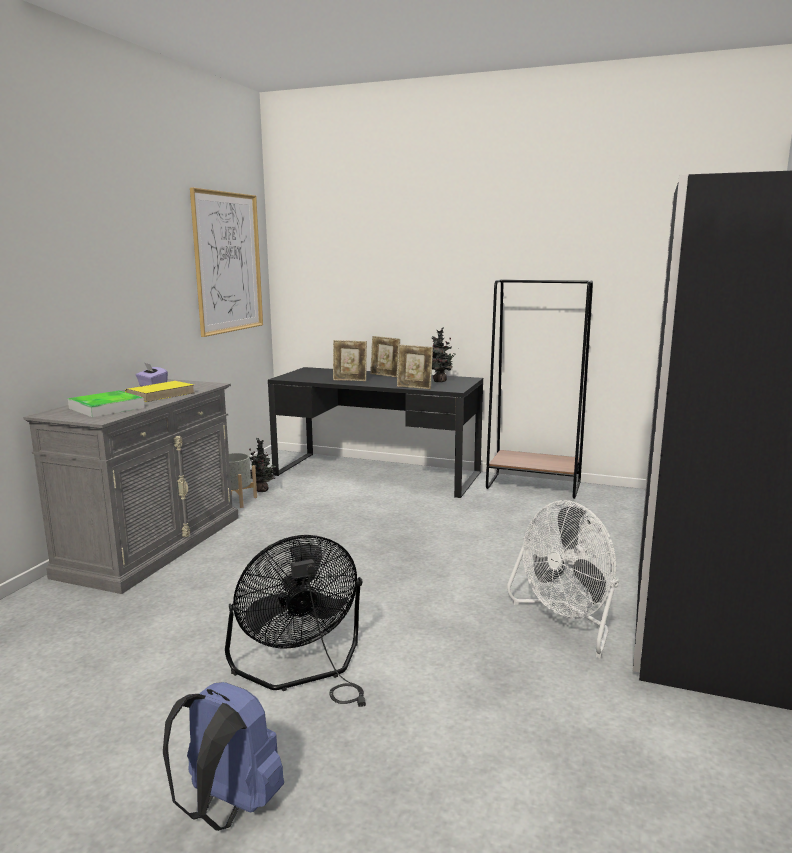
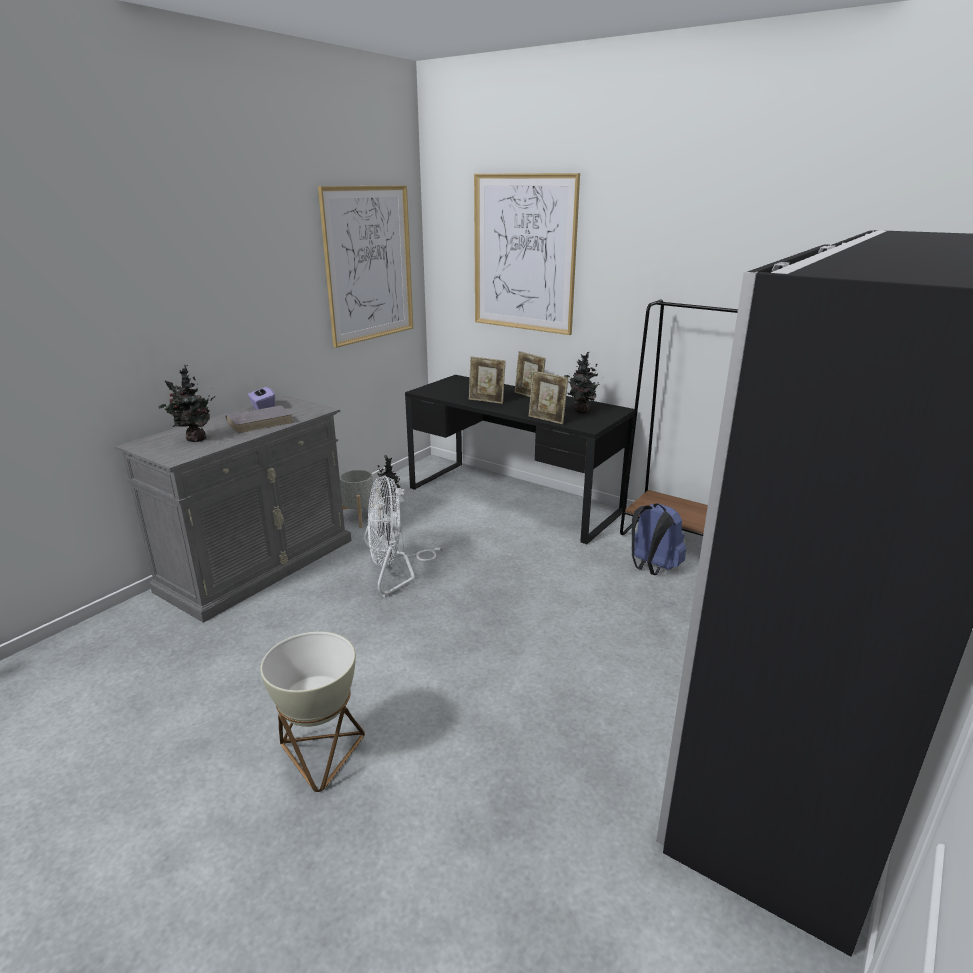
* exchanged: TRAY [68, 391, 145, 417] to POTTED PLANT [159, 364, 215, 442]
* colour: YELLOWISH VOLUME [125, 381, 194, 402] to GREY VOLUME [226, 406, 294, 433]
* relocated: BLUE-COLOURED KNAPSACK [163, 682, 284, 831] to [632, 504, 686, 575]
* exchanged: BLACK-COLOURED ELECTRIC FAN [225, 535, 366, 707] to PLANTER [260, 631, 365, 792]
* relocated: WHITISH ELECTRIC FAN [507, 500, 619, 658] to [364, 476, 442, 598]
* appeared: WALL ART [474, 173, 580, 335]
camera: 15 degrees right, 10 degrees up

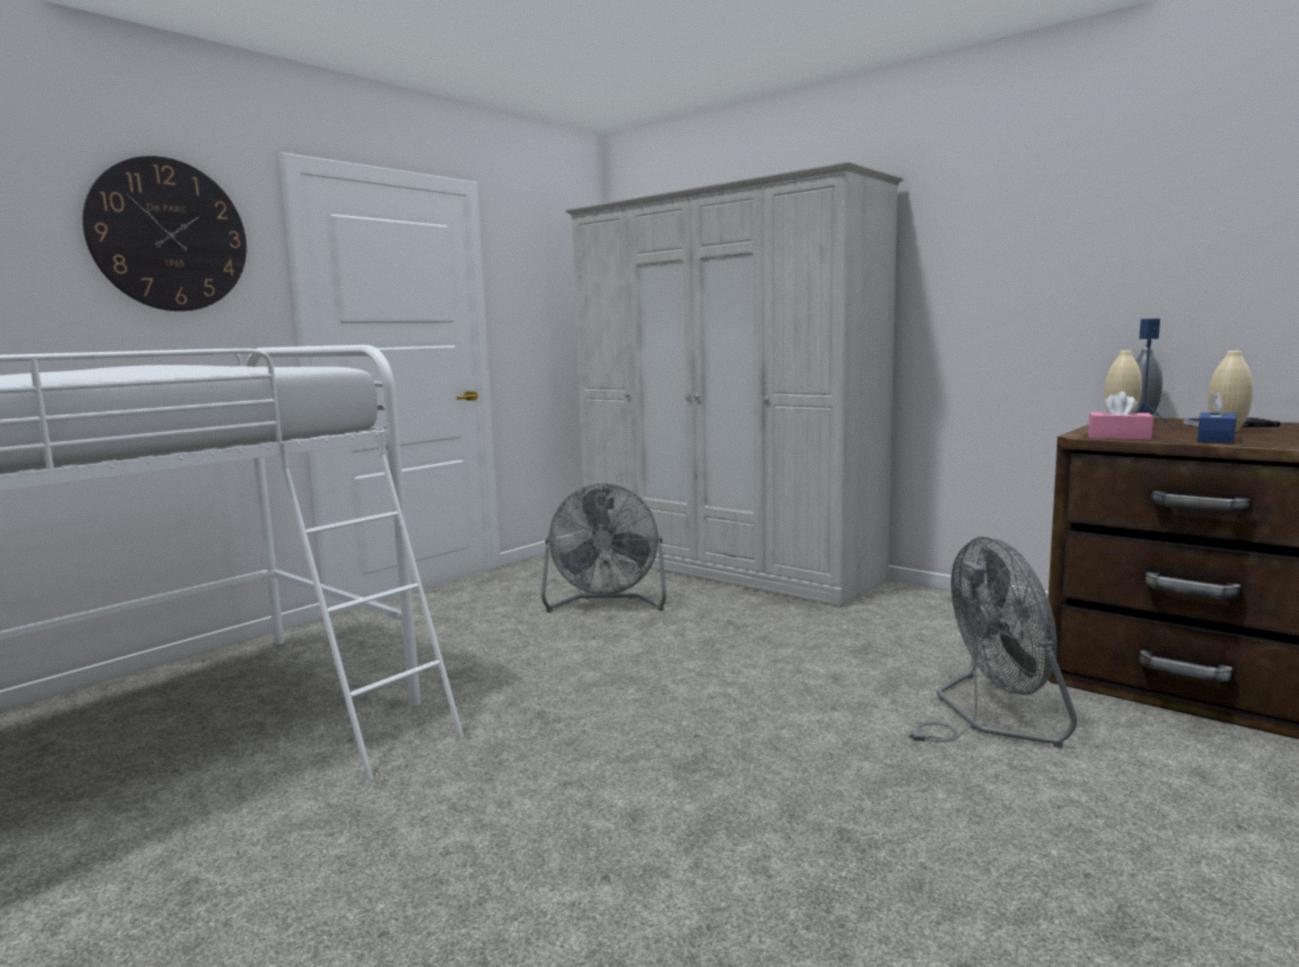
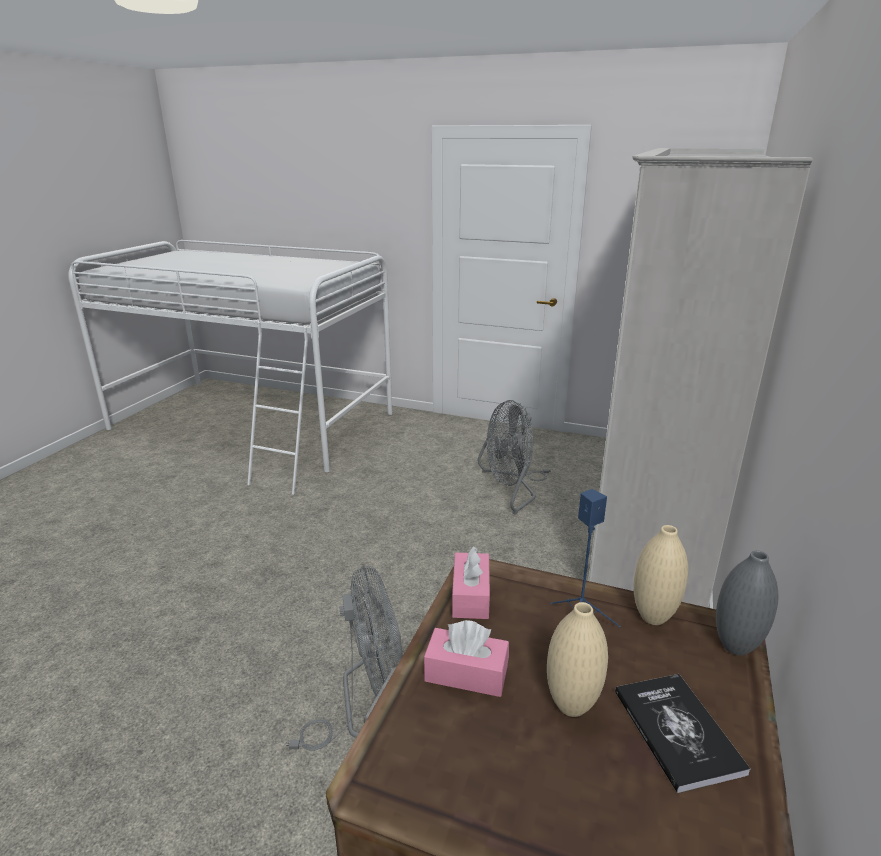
* missing: WALL CLOCK [83, 156, 247, 311]
* spun: GREY ELECTRIC FAN [908, 537, 1077, 748] = [286, 566, 403, 751] 75 degrees counterclockwise
* colour: BLUE-COLOURED BOX OF TISSUES [1197, 392, 1236, 443] to PINK BOX OF TISSUES [424, 620, 509, 697]
camera: 70 degrees right, 15 degrees up

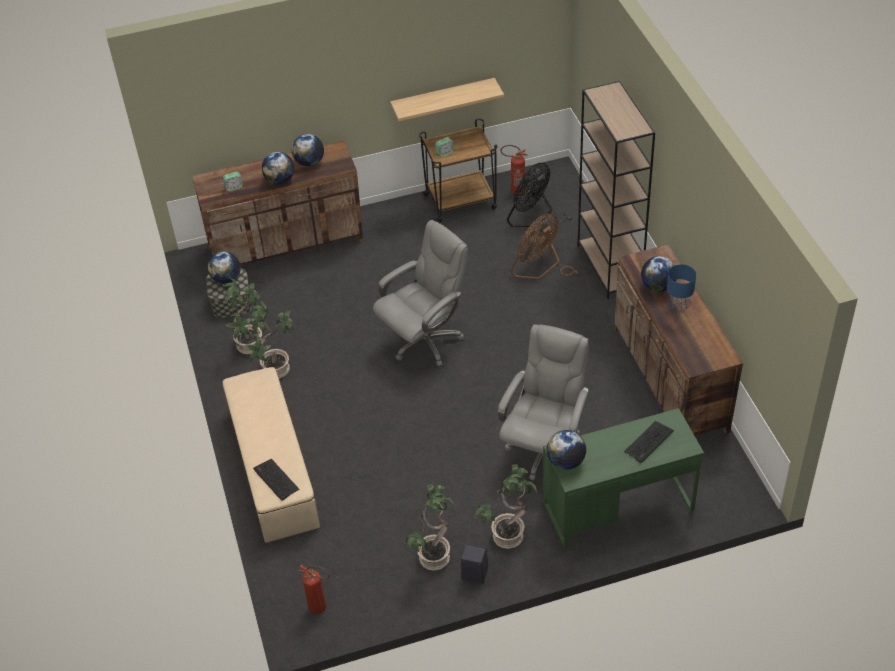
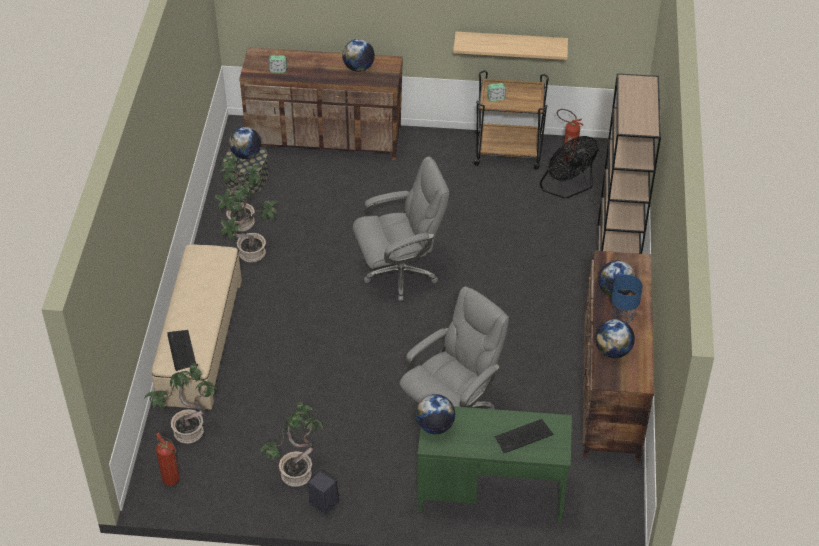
* relocated: GLOBE [262, 152, 294, 185] to [596, 319, 635, 358]
* relocated: POTTED PLANT [475, 464, 537, 549] to [144, 363, 219, 444]
* missing: BROWN-COLOURED ELECTRIC FAN [511, 214, 579, 279]
camera: 20 degrees right, 0 degrees up

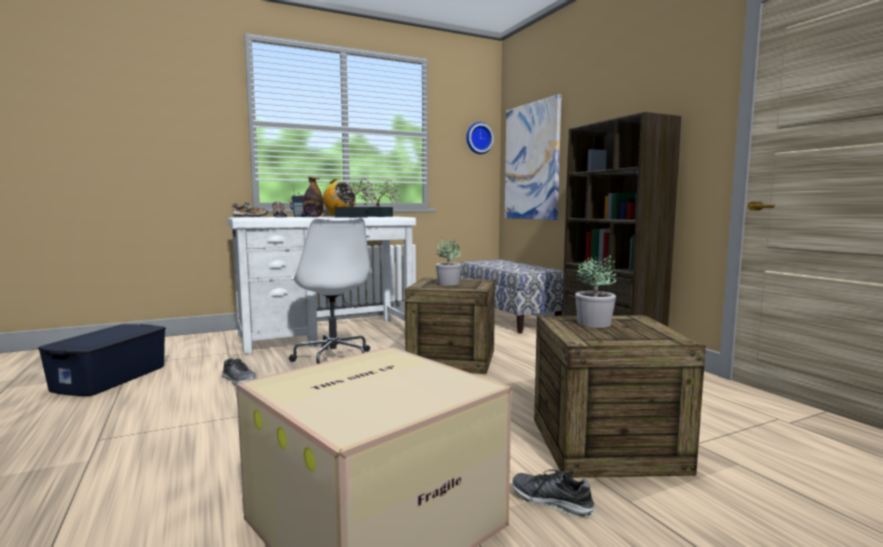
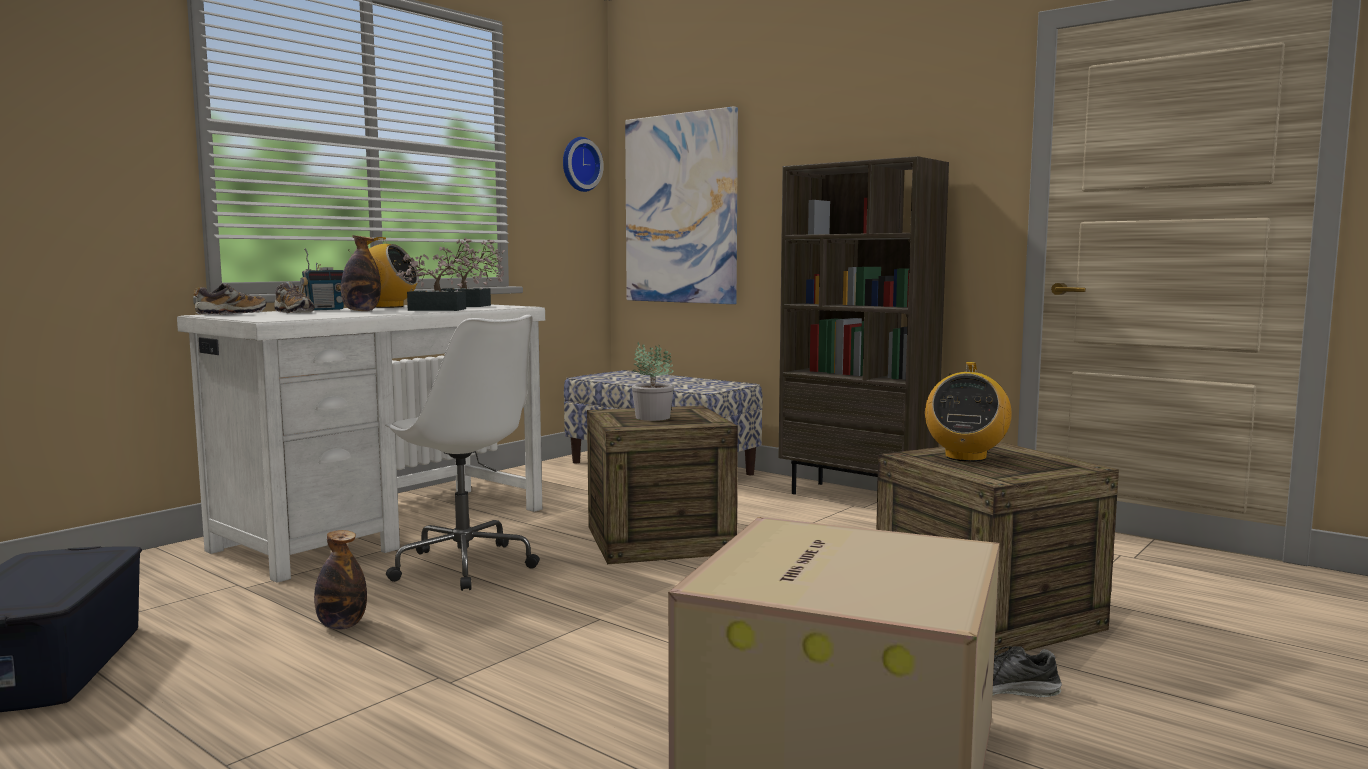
* exchanged: ITEM OF FOOTWEAR [222, 358, 257, 385] to BEVERAGE BOTTLE [314, 530, 367, 630]
* exchanged: POTTED PLANT [575, 255, 616, 328] to RADIO SET [925, 362, 1012, 462]
camera: 25 degrees left, 0 degrees up

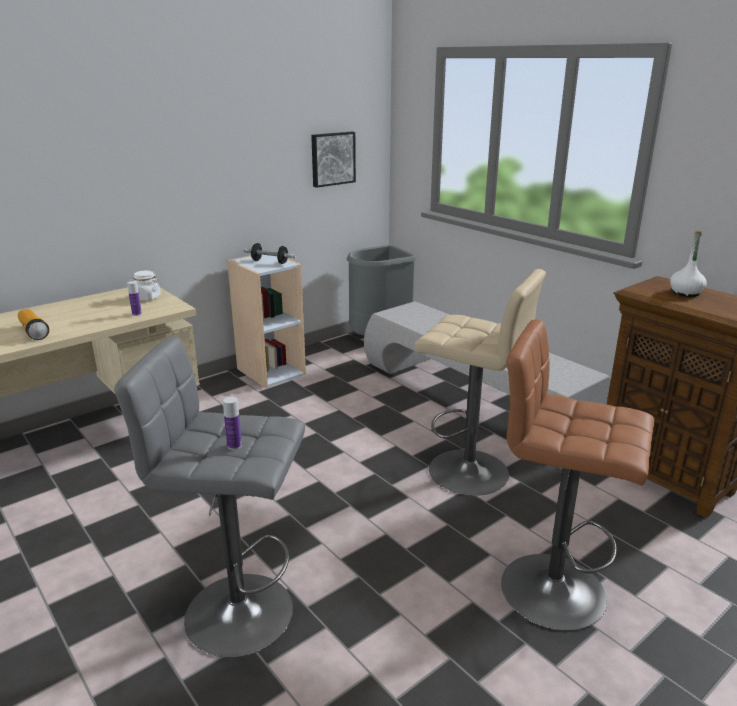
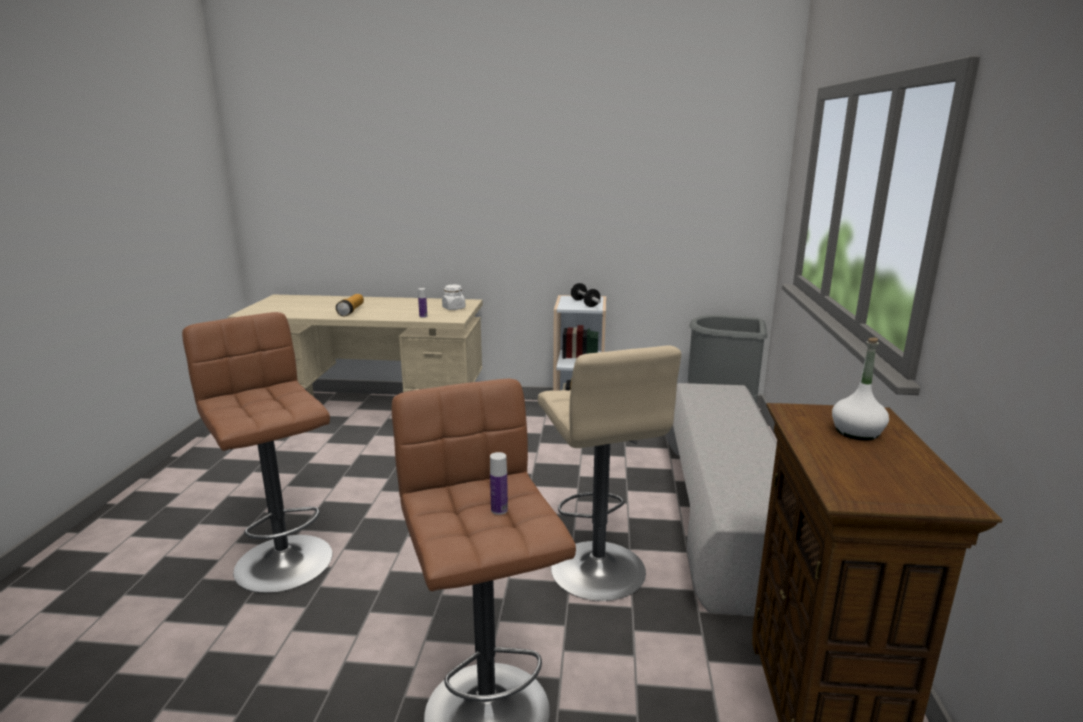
* colour: GREY STOOL [114, 336, 305, 658] to BROWN-COLOURED STOOL [182, 312, 332, 593]
* relocated: BEVERAGE BOTTLE [223, 397, 242, 450] to [490, 452, 508, 515]
* missing: WALL ART [311, 132, 356, 188]
camera: 45 degrees right, 5 degrees down

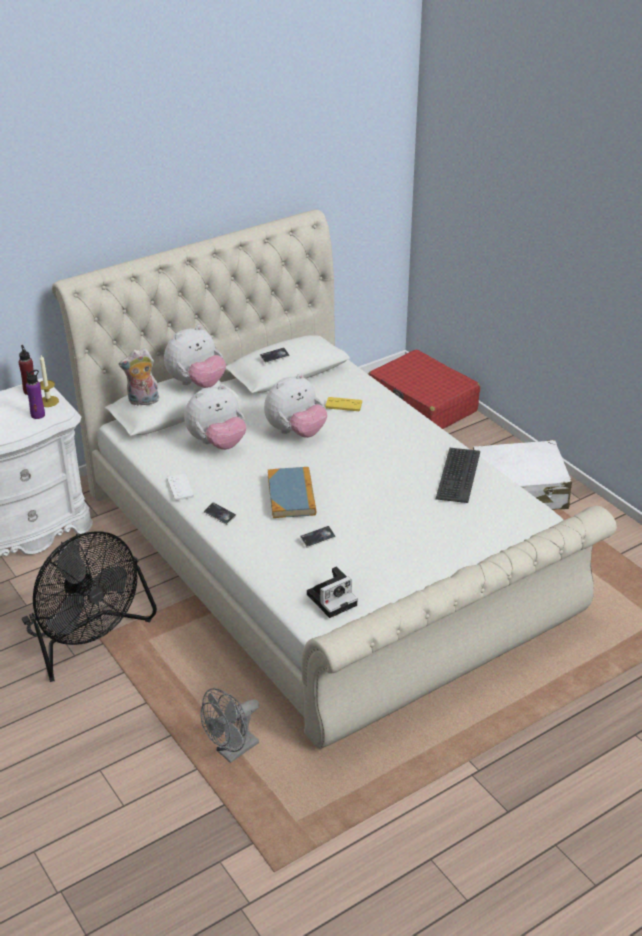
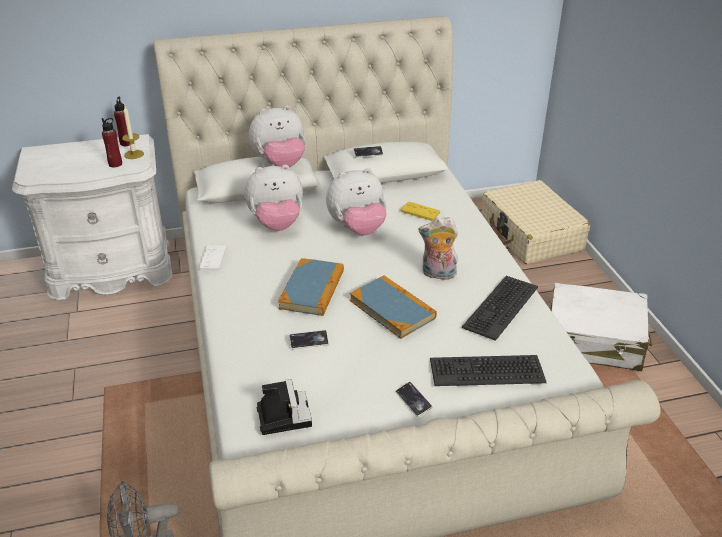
* missing: BLACK-COLOURED ELECTRIC FAN [22, 531, 157, 682]
* colour: PURPLE-COLOURED BEVERAGE BOTTLE [26, 370, 45, 419] to REDDISH BEVERAGE BOTTLE [102, 118, 122, 167]
* relocated: SOFT TOY [119, 348, 159, 406] to [418, 217, 458, 282]
* relocated: TELEPHONE [204, 502, 236, 525] to [396, 382, 432, 417]
* spun: STILL CAMERA [307, 567, 358, 618] = [257, 379, 312, 435] 90 degrees counterclockwise
* colour: REDDISH SUITCASE [368, 350, 480, 429] to SAND-COLOURED SUITCASE [481, 180, 590, 264]
* appeared: VOLUME [350, 275, 437, 339]
* appeared: COMPUTER KEYBOARD [430, 355, 547, 386]
camera: 20 degrees right, 0 degrees up

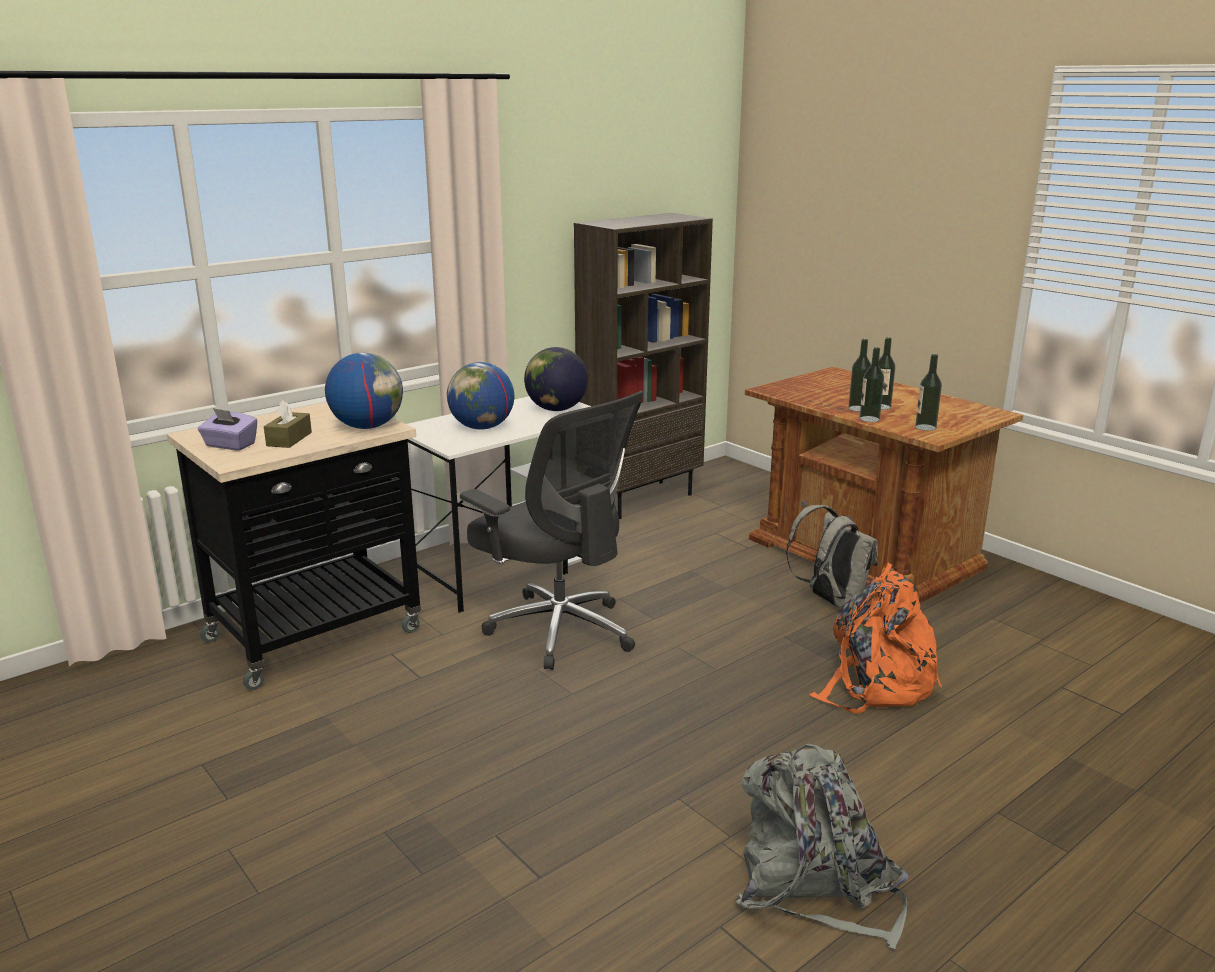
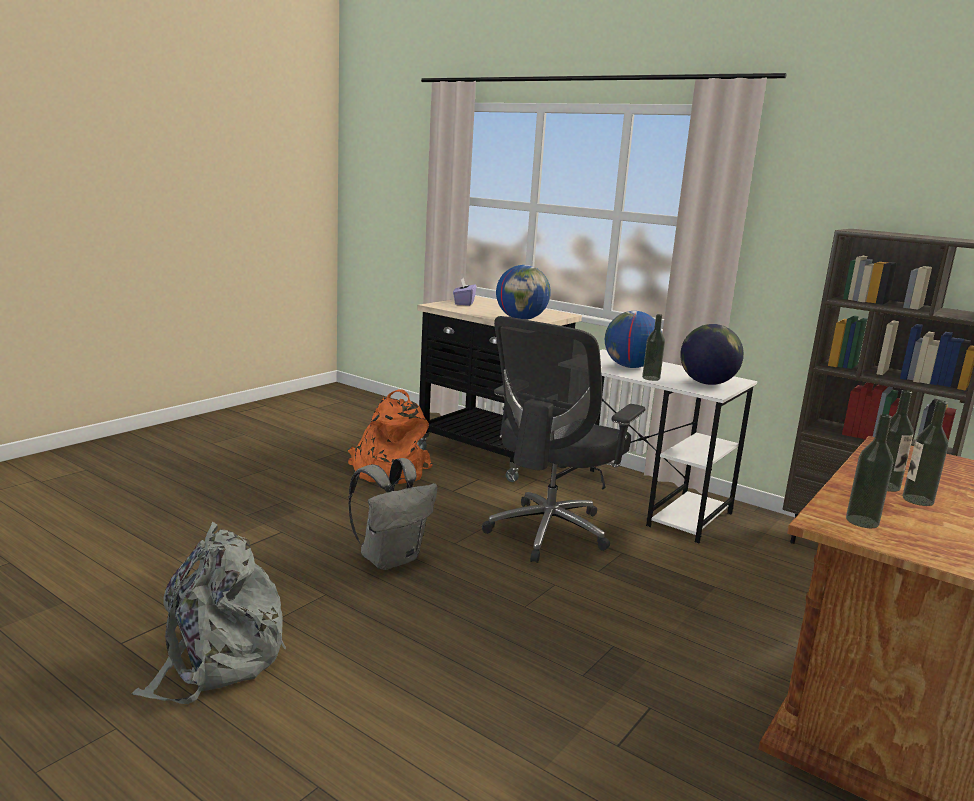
* missing: BROWN-COLOURED BOX OF TISSUES [264, 400, 312, 448]
* relocated: GREY KNAPSACK [786, 505, 878, 608] to [348, 458, 438, 570]
* relocated: ORANGE KNAPSACK [810, 562, 942, 714] to [347, 389, 433, 484]
* relocated: BEVERAGE BOTTLE [860, 347, 884, 422] to [642, 314, 665, 381]
camera: 75 degrees right, 5 degrees down

